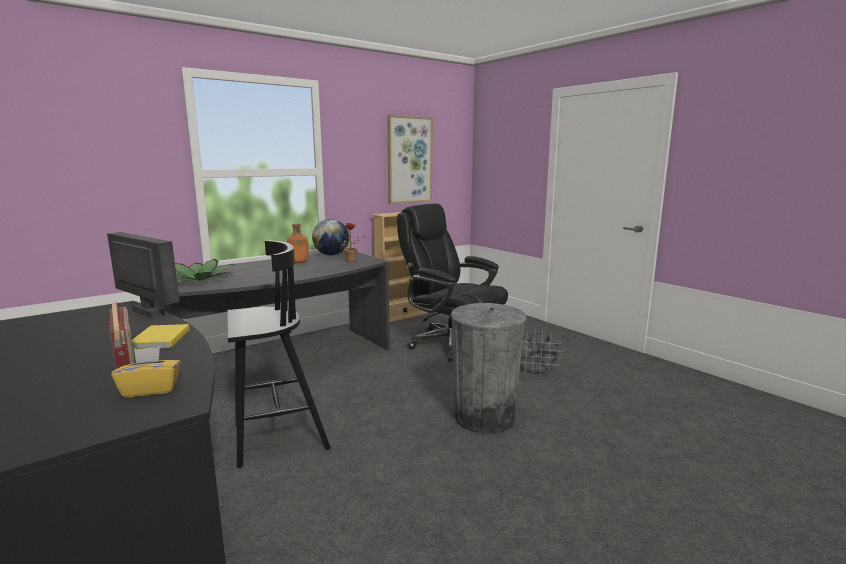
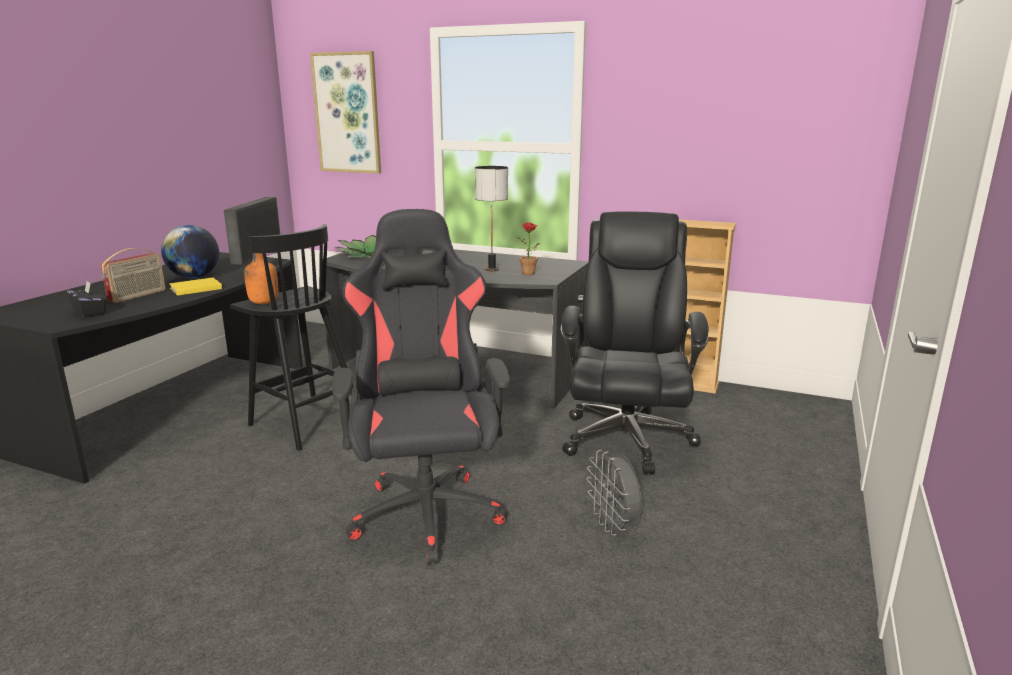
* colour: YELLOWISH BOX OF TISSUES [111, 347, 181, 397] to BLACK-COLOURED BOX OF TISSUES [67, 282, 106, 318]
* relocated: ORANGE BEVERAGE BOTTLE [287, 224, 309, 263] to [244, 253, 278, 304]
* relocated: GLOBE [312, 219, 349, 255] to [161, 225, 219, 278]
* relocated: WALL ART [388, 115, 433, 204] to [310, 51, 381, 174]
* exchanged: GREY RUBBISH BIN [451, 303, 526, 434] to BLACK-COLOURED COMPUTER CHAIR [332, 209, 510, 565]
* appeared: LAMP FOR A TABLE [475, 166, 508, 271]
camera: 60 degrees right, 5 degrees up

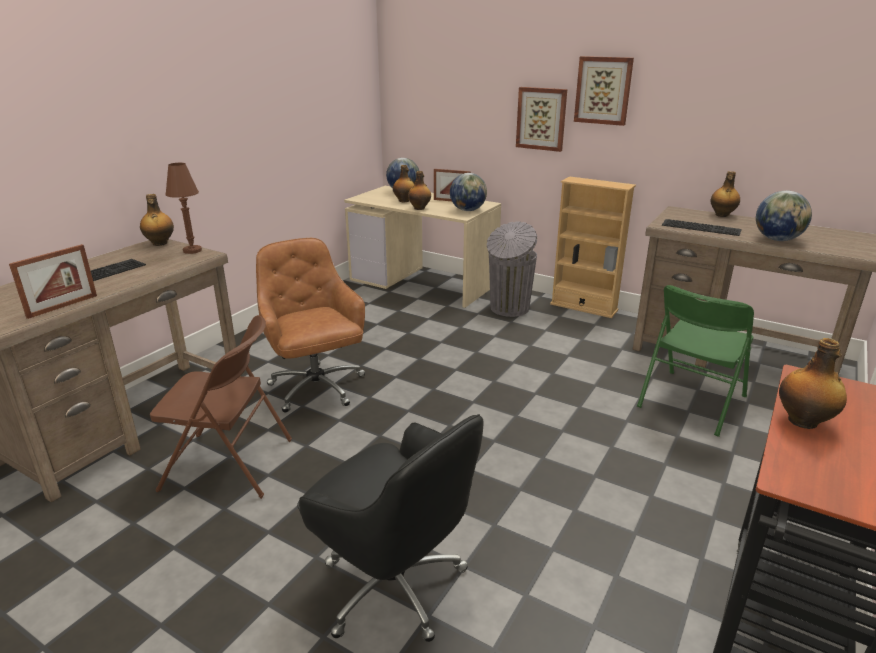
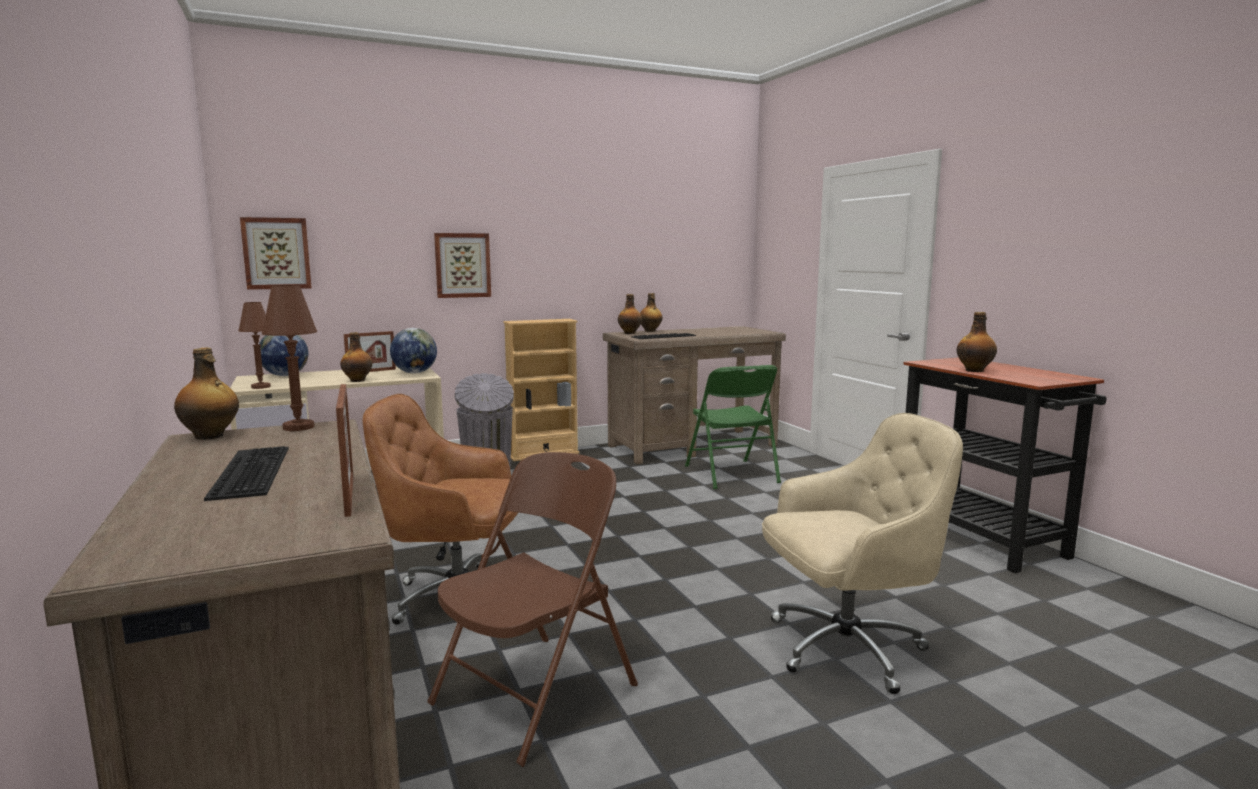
* colour: BLACK-COLOURED COMPUTER CHAIR [297, 414, 484, 642] to SAND-COLOURED COMPUTER CHAIR [762, 413, 963, 694]
* relocated: BEVERAGE BOTTLE [393, 165, 414, 202] to [618, 294, 642, 334]
* relocated: WALL ART [574, 56, 634, 126] to [240, 217, 312, 290]
* missing: GLOBE [756, 191, 812, 241]
* appeared: BROWN-COLOURED LAMP FOR A TABLE [238, 302, 271, 389]
camera: 55 degrees left, 15 degrees down

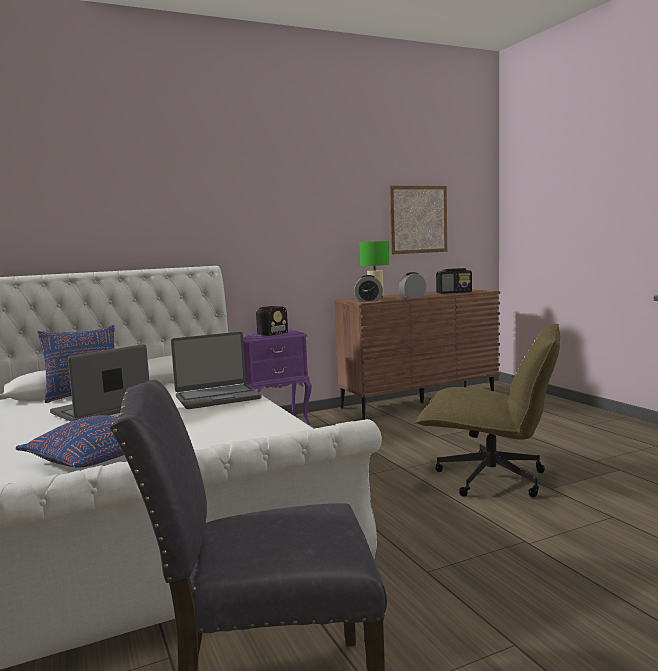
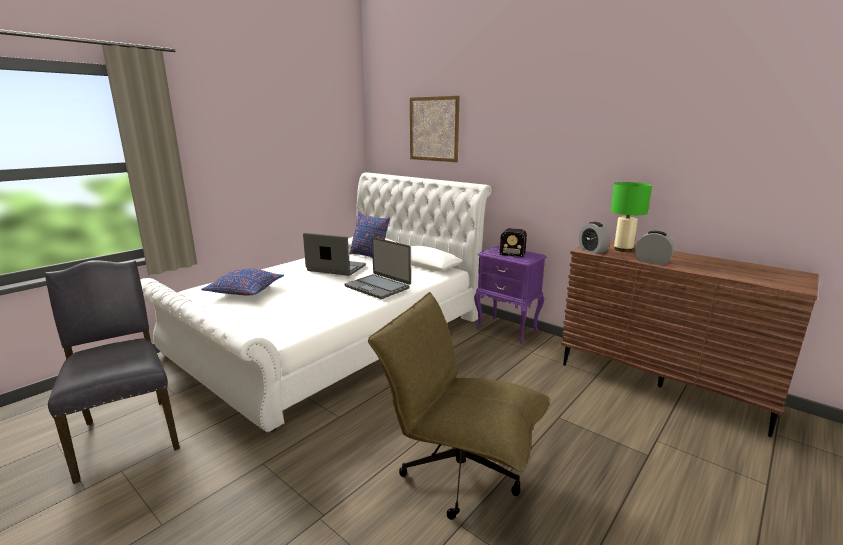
* relocated: WALL ART [389, 185, 447, 254] to [410, 96, 460, 162]
* spun: SAND-COLOURED COMPUTER CHAIR [414, 324, 560, 498] = [368, 292, 550, 520] 120 degrees clockwise
* missing: RADIO SET [436, 268, 472, 294]
camera: 65 degrees right, 10 degrees up

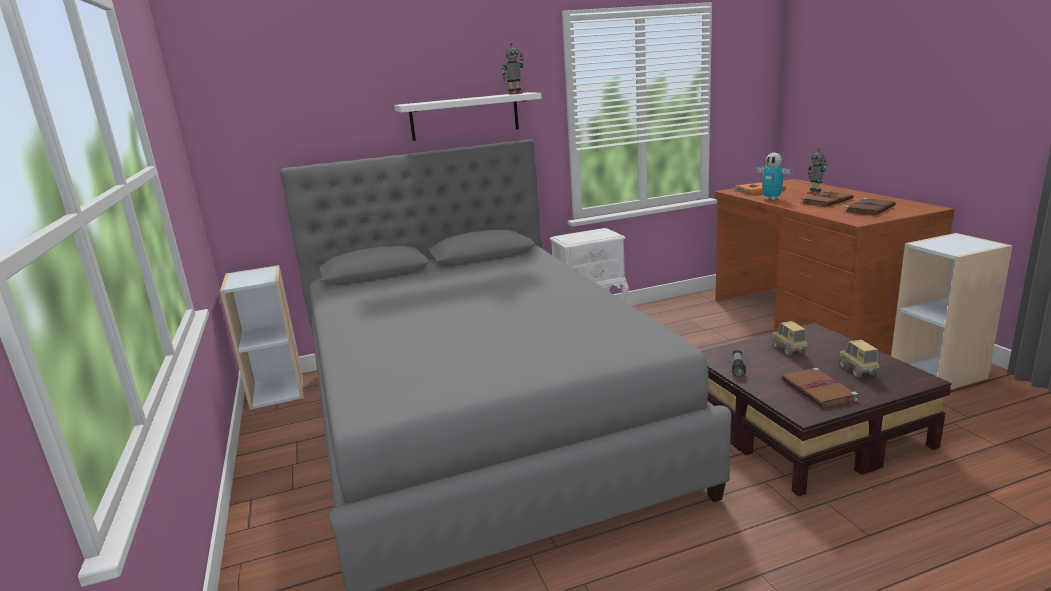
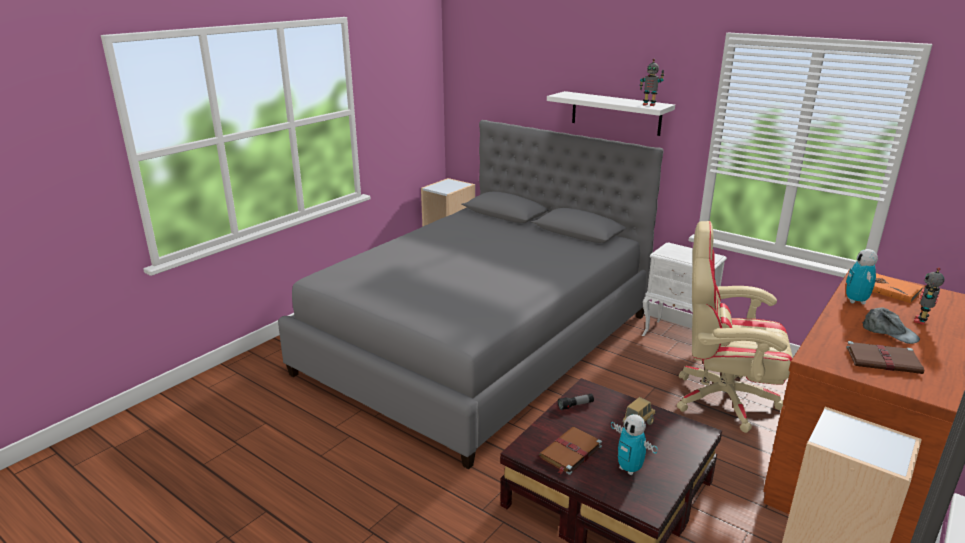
* exchanged: BROWN-COLOURED VOLUME [801, 191, 854, 207] to GREY PEAKED CAP [863, 307, 920, 344]
* exchanged: TOY LORRY [839, 340, 880, 378] to ROBOT FIGURE [611, 414, 658, 475]
* appeared: SAND-COLOURED COMPUTER CHAIR [677, 221, 792, 433]
camera: 55 degrees right, 5 degrees up

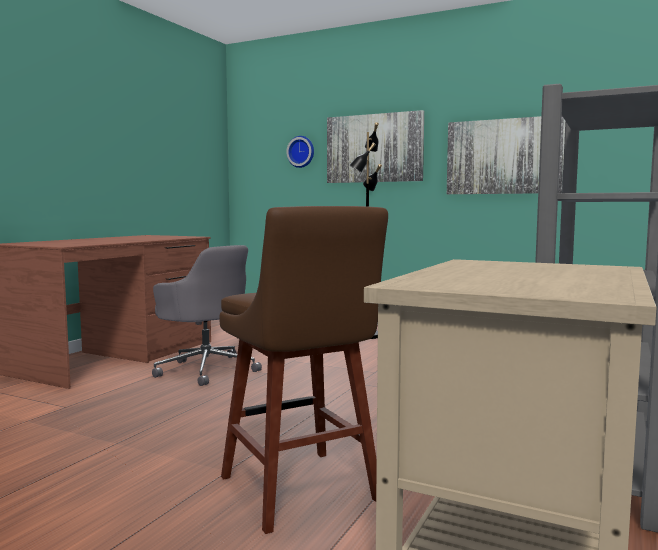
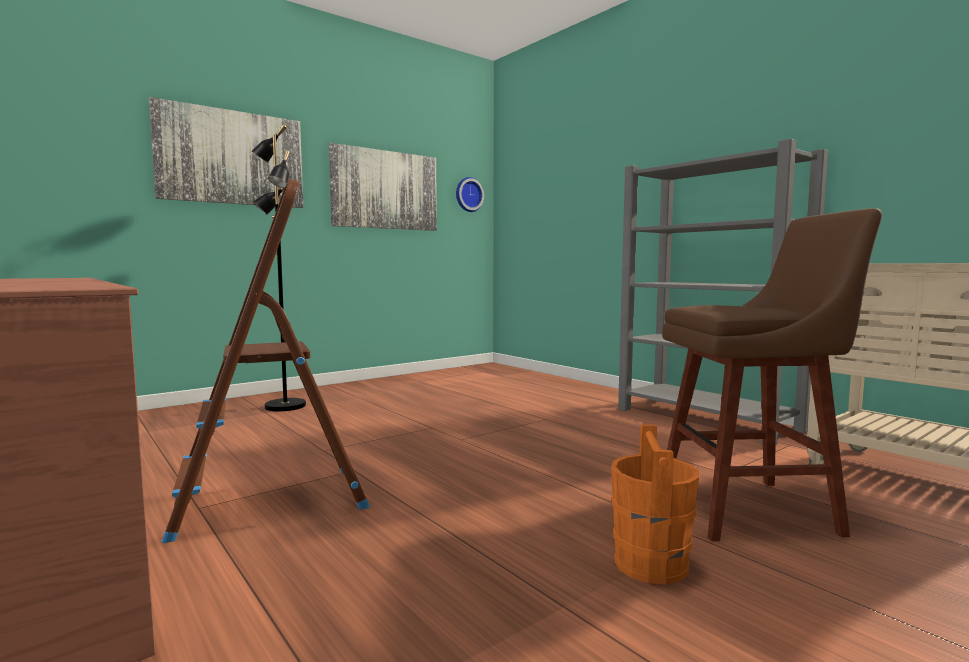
* exchanged: GREY COMPUTER CHAIR [152, 245, 262, 386] to BROWN-COLOURED STEP STOOL [162, 179, 370, 543]
* relocated: WALL CLOCK [286, 136, 314, 168] to [456, 177, 484, 212]
* appeared: ORANGE WATER BUCKET [611, 424, 699, 585]
camera: 65 degrees left, 0 degrees up

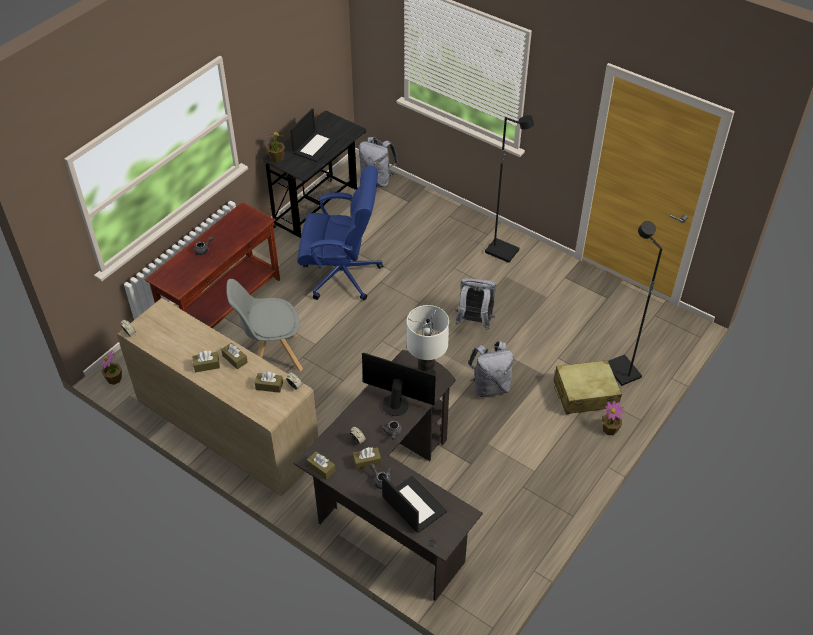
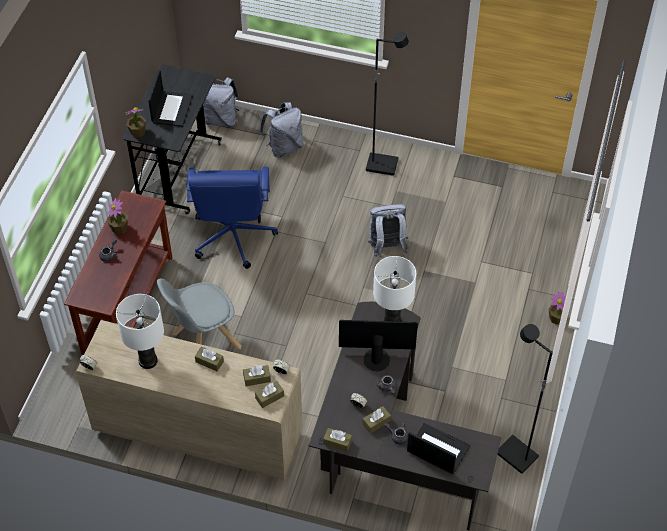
* relocated: POTTED PLANT [101, 351, 122, 385] to [108, 198, 128, 234]
* relocated: BROWN-COLOURED BOX OF TISSUES [192, 351, 220, 372] to [255, 381, 284, 408]
* spun: BLUE-COLOURED COMPUTER CHAIR [297, 166, 383, 300] = [187, 167, 278, 269] 105 degrees clockwise
* relocated: GREY KNAPSACK [468, 341, 514, 397] to [259, 102, 303, 158]
* missing: SAND-COLOURED SUITCASE [554, 360, 622, 414]
* relocated: BLACK-COLOURED STANDARD LAMP [608, 221, 663, 386] to [497, 324, 553, 474]
* appeared: WHITISH LAMP FOR A TABLE [116, 294, 164, 369]
camera: 20 degrees left, 5 degrees up

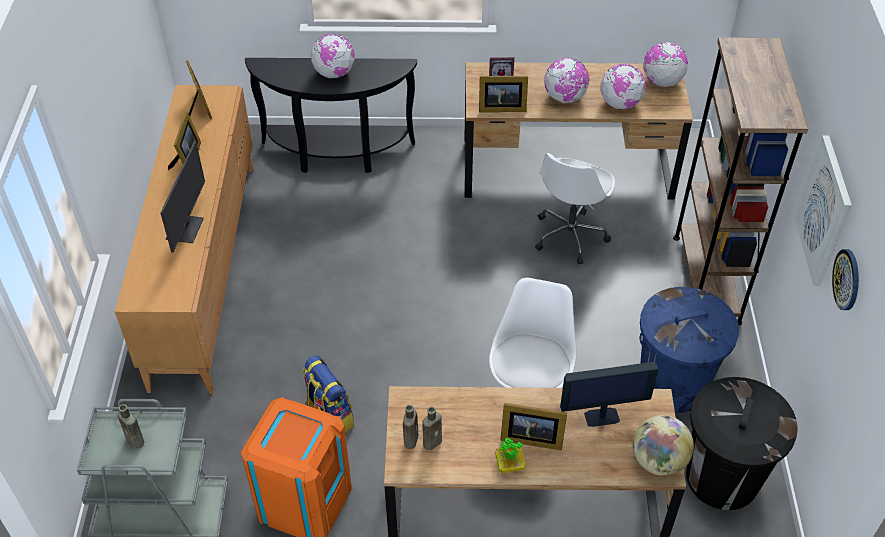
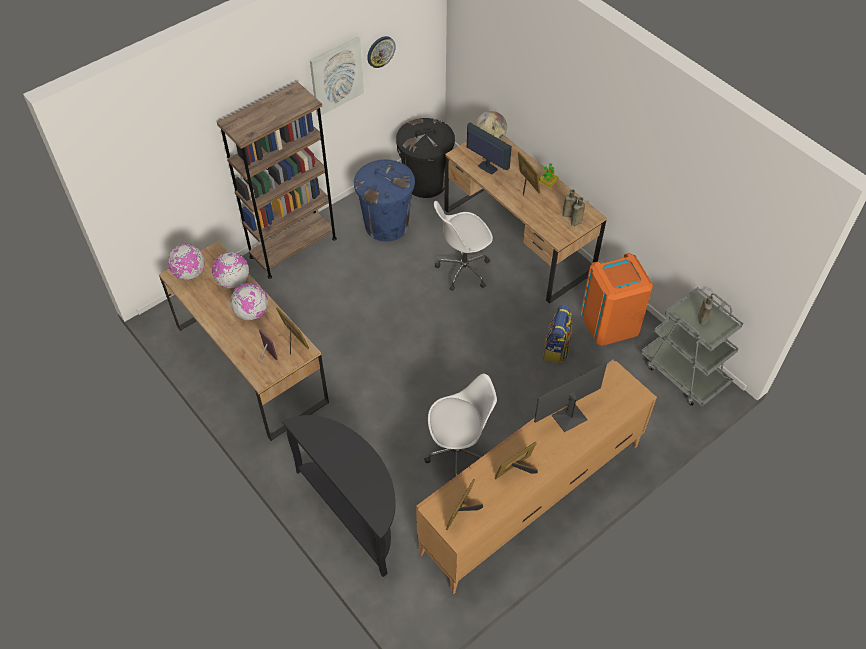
* missing: GLOBE [311, 34, 355, 78]
* relocated: WHITISH COMPUTER CHAIR [535, 153, 615, 264] to [424, 373, 497, 477]
camera: 130 degrees left, 5 degrees up

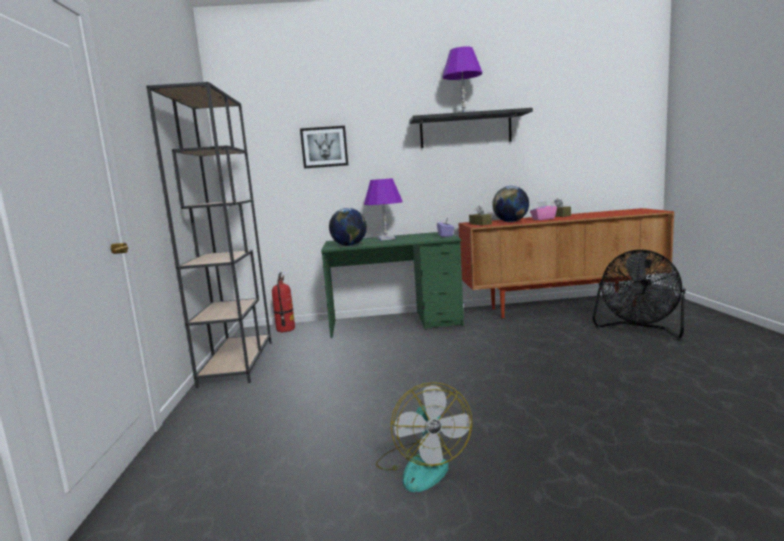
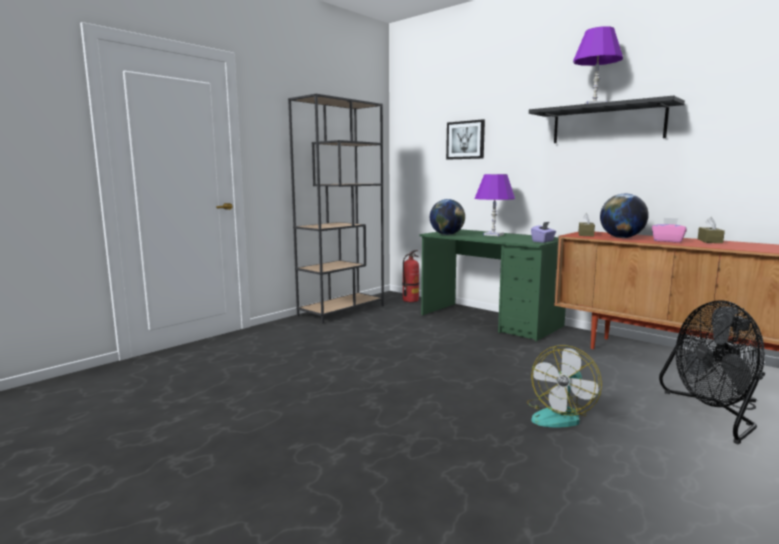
* relocated: ELECTRIC FAN [376, 382, 472, 492] to [527, 345, 602, 428]
camera: 45 degrees right, 0 degrees up

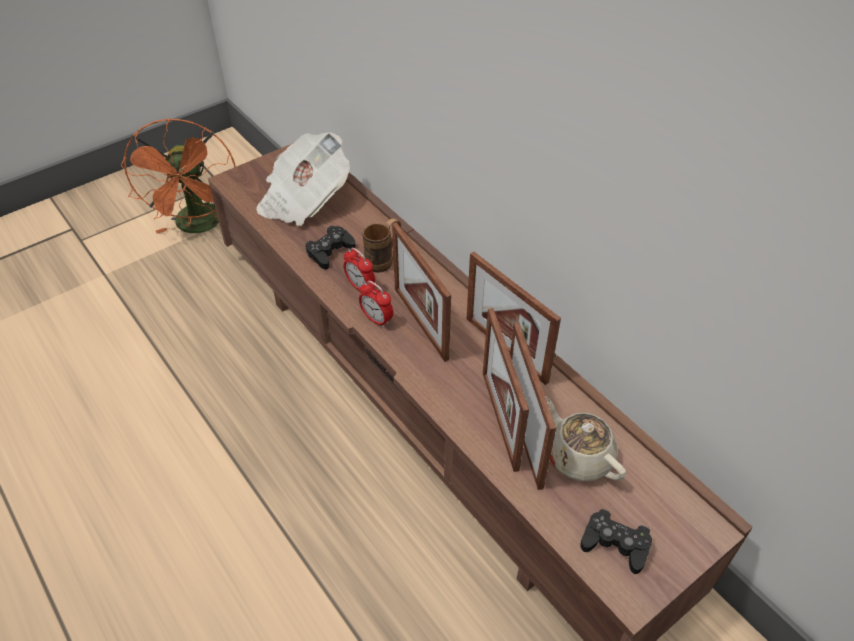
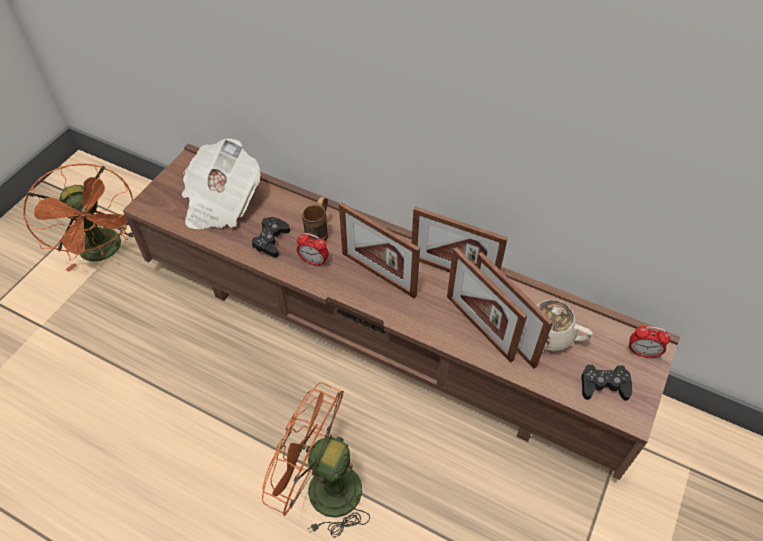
* relocated: ALARM CLOCK [359, 281, 393, 328] to [629, 326, 670, 359]
* appeared: ORANGE ELECTRIC FAN [262, 382, 370, 538]
camera: 25 degrees left, 5 degrees up

